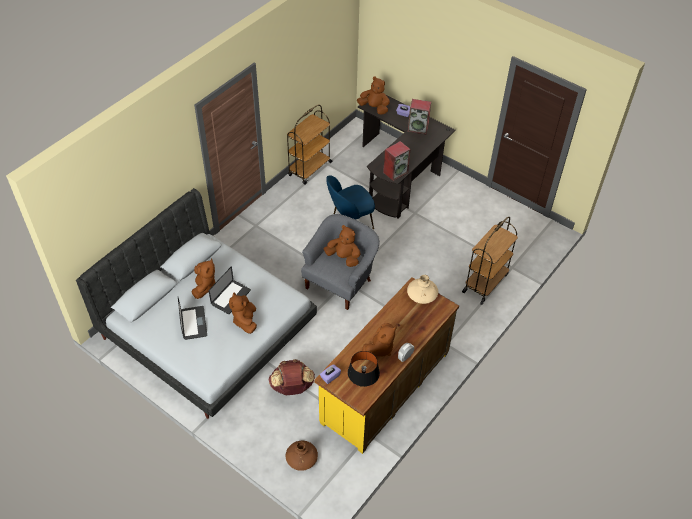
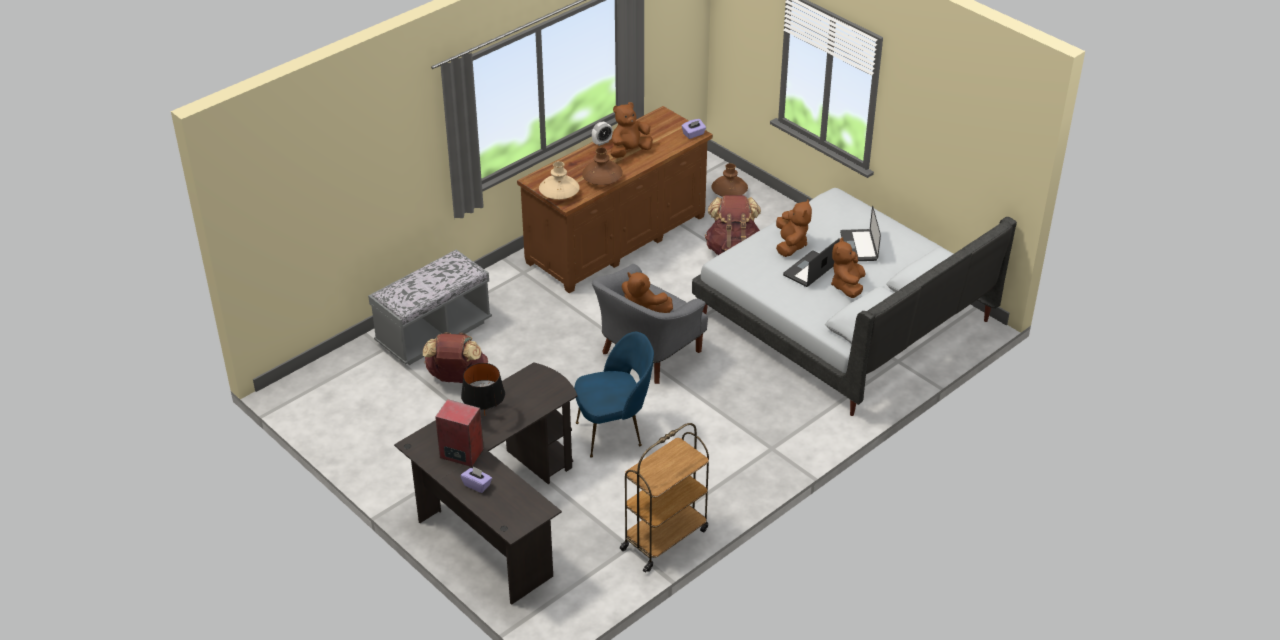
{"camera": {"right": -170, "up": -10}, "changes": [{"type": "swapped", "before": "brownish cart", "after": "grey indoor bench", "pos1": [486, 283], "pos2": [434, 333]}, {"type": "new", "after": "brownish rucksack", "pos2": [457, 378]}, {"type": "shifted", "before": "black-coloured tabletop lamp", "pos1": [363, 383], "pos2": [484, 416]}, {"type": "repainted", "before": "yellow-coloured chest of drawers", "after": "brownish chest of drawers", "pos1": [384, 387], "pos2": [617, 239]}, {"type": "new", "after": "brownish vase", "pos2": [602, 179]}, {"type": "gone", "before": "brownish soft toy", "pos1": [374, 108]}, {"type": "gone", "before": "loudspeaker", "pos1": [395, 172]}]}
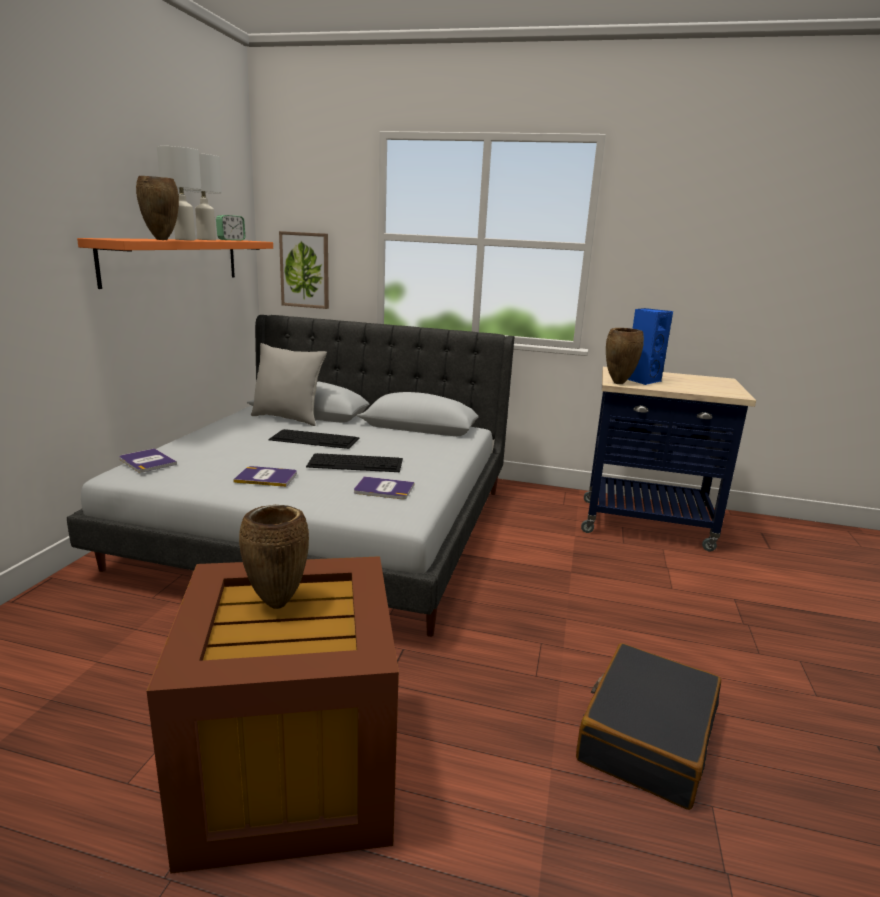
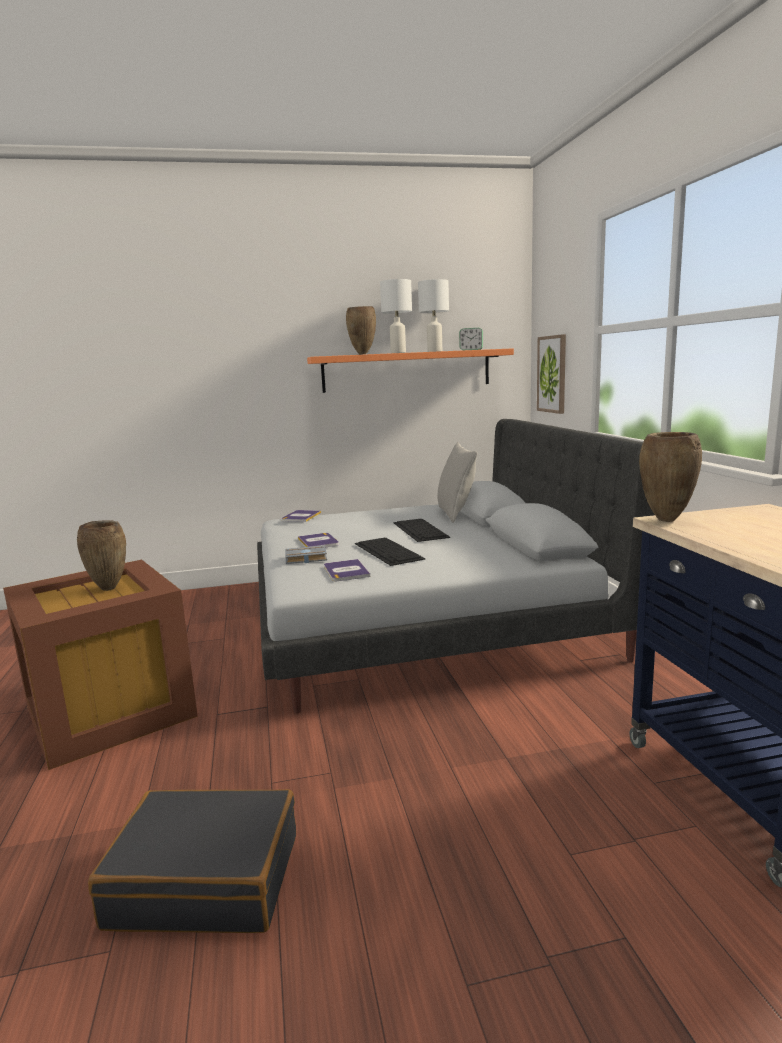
{"camera": {"right": 65, "up": -5}, "changes": [{"type": "new", "after": "grey book", "pos2": [305, 559]}, {"type": "gone", "before": "blue-coloured loudspeaker", "pos1": [642, 380]}]}
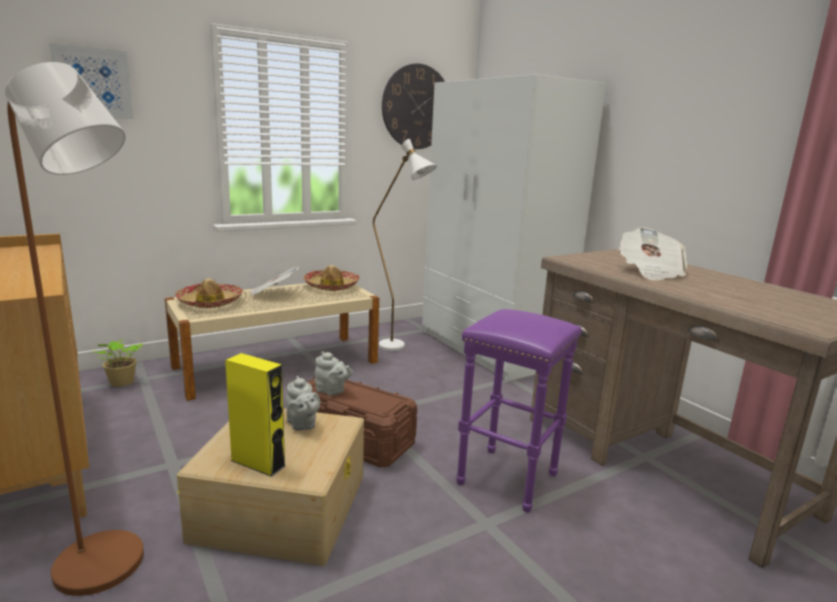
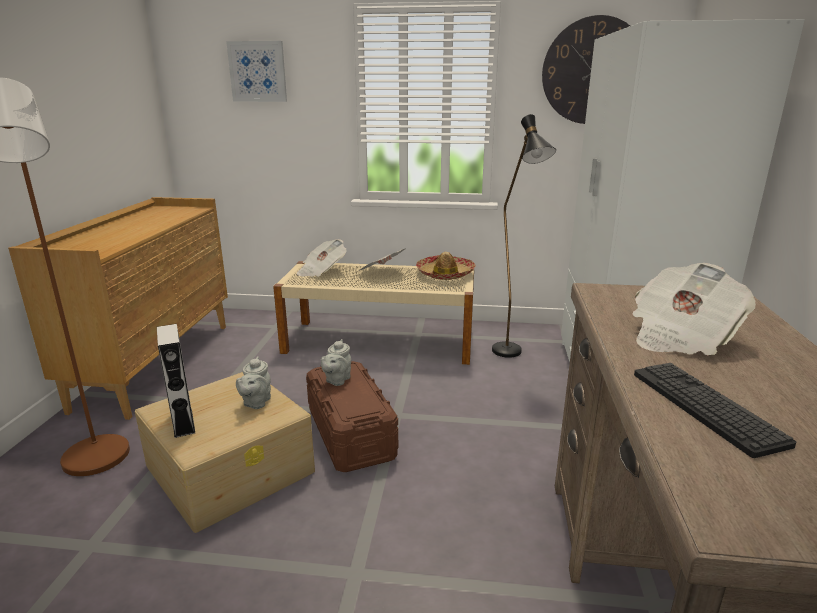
{"camera": {"right": 40, "up": 5}, "changes": [{"type": "repainted", "before": "yellow-coloured loudspeaker", "after": "grey loudspeaker", "pos1": [258, 463], "pos2": [183, 422]}, {"type": "swapped", "before": "clothing hat", "after": "printed paper", "pos1": [210, 302], "pos2": [321, 271]}, {"type": "rotated", "before": "grey pot for tea", "pos1": [332, 391], "pos2": [337, 380], "turn": 45}, {"type": "repainted", "before": "white-coloured standing lamp", "after": "black-coloured standing lamp", "pos1": [399, 348], "pos2": [511, 355]}, {"type": "new", "after": "keyboard", "pos2": [705, 407]}, {"type": "gone", "before": "houseplant", "pos1": [121, 383]}, {"type": "gone", "before": "purplish stool", "pos1": [505, 478]}]}
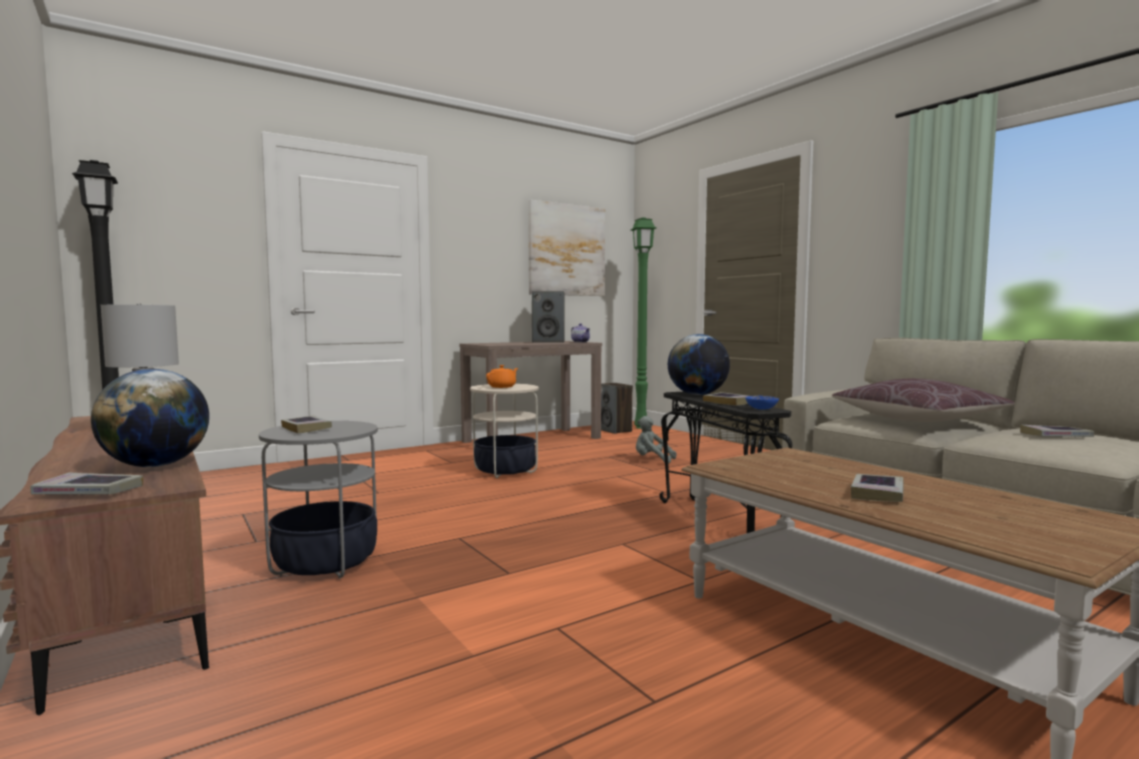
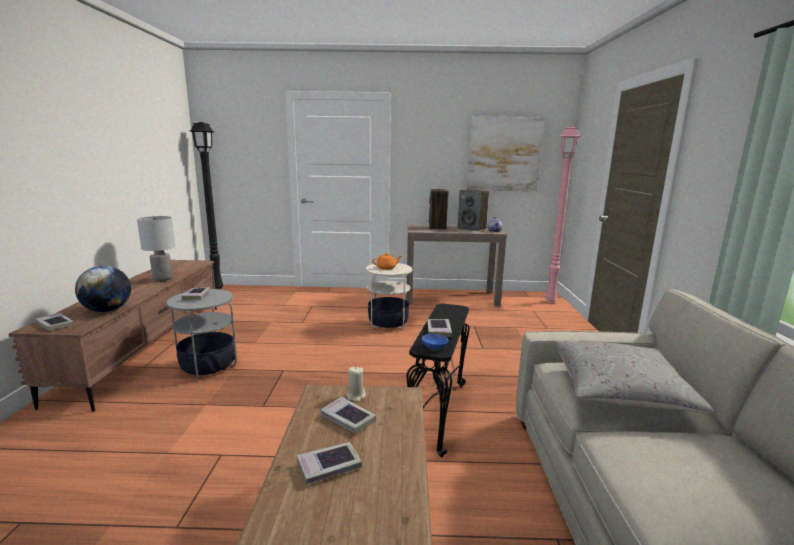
{"camera": {"right": 35, "up": 10}, "changes": [{"type": "shifted", "before": "book", "pos1": [1055, 436], "pos2": [347, 419]}, {"type": "new", "after": "sand-coloured wax light", "pos2": [356, 396]}, {"type": "shifted", "before": "loudspeaker", "pos1": [615, 430], "pos2": [437, 227]}, {"type": "repainted", "before": "greenish standing lamp", "after": "pink-coloured standing lamp", "pos1": [640, 427], "pos2": [549, 301]}, {"type": "repainted", "before": "brownish throw pillow", "after": "grey throw pillow", "pos1": [917, 420], "pos2": [618, 390]}, {"type": "gone", "before": "grey soft toy", "pos1": [652, 460]}, {"type": "gone", "before": "desk globe", "pos1": [698, 394]}]}
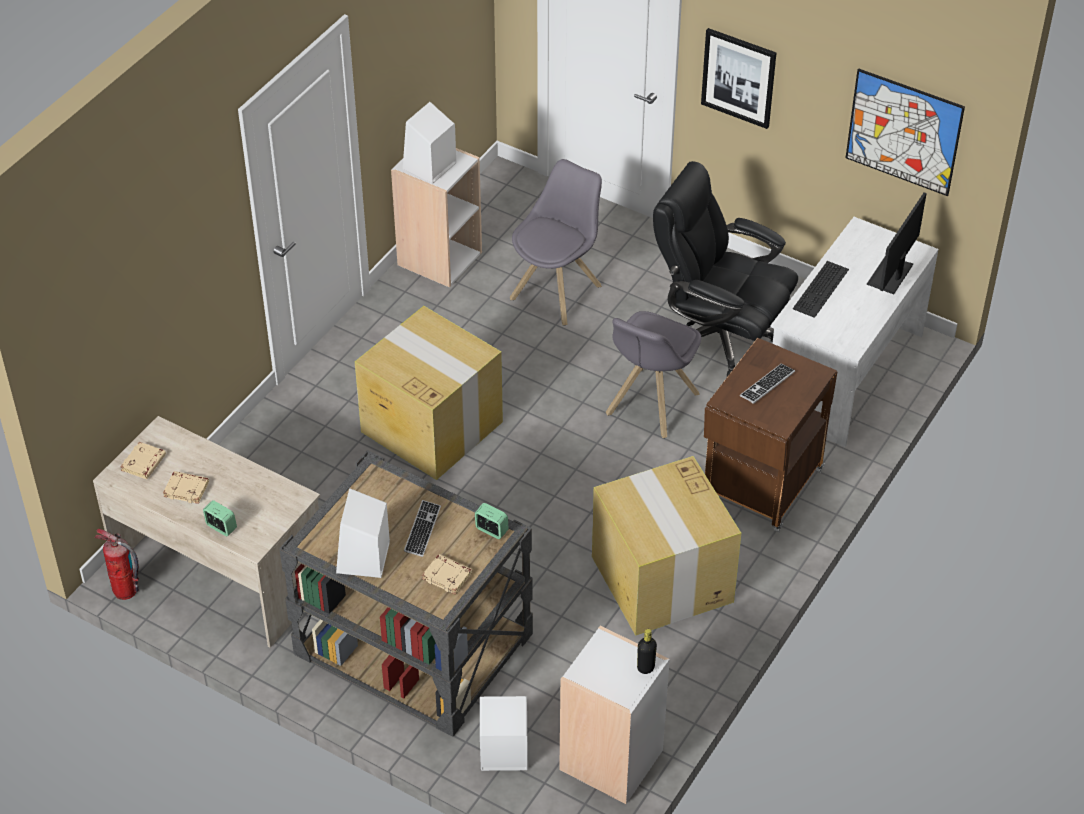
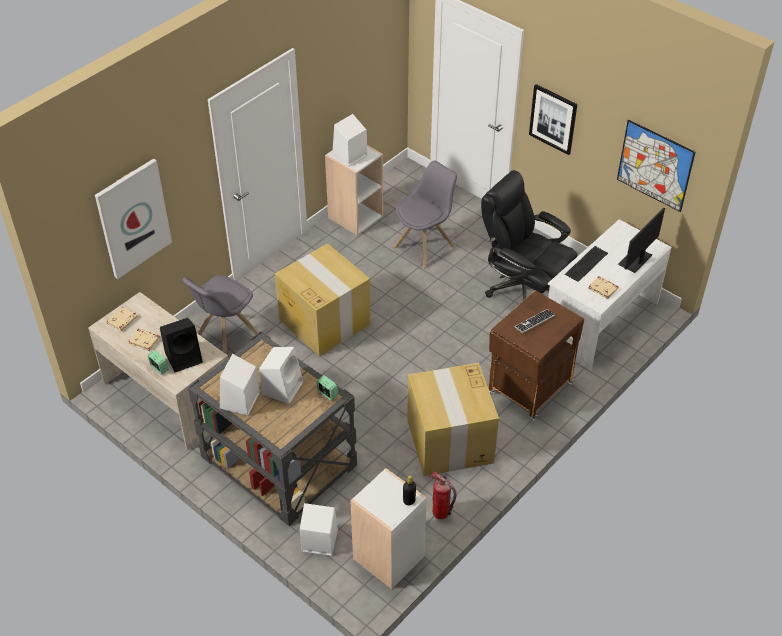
{"camera": {"right": 10, "up": 0}, "changes": [{"type": "new", "after": "wall picture", "pos2": [133, 218]}, {"type": "new", "after": "black-coloured loudspeaker", "pos2": [184, 357]}, {"type": "shifted", "before": "grey plain chair", "pos1": [651, 404], "pos2": [226, 337]}, {"type": "swapped", "before": "keyboard", "after": "white-coloured loudspeaker", "pos1": [422, 529], "pos2": [283, 387]}, {"type": "shifted", "before": "fire extinguisher", "pos1": [125, 591], "pos2": [440, 513]}, {"type": "shifted", "before": "sand-coloured book", "pos1": [448, 576], "pos2": [603, 289]}]}
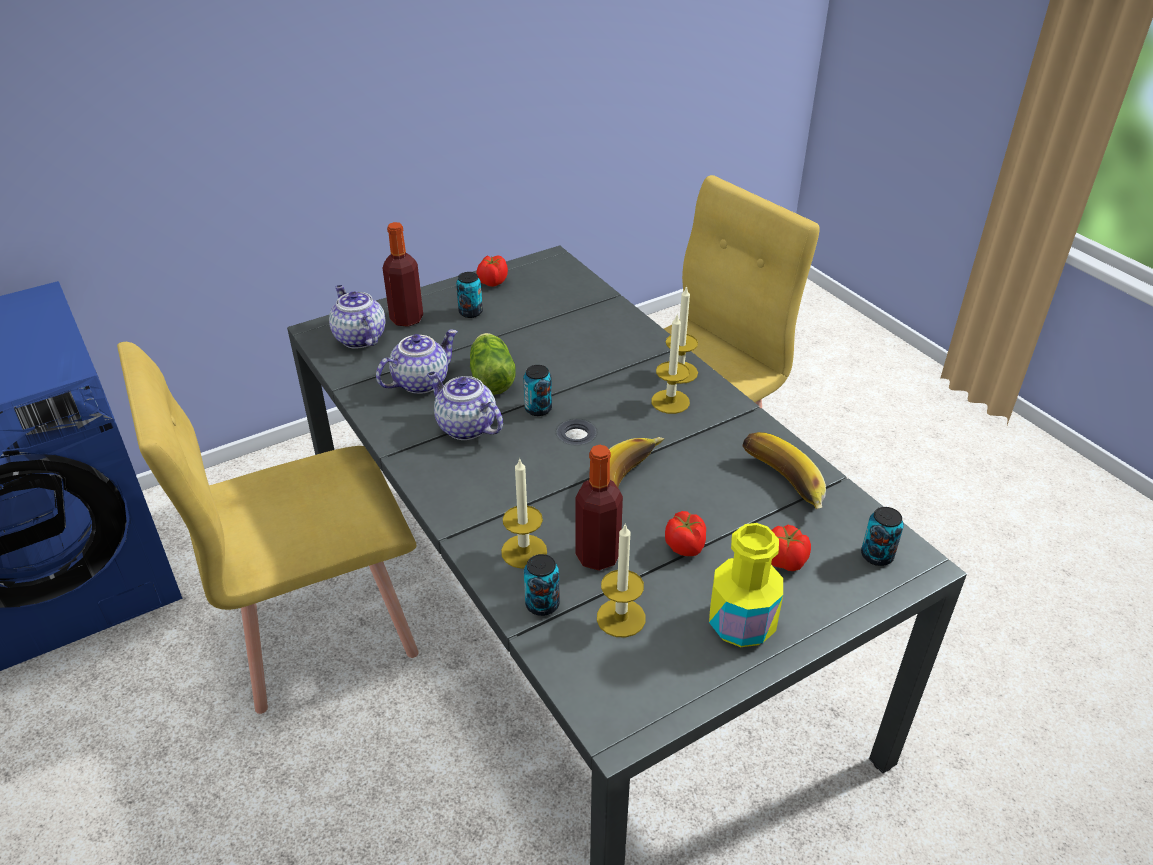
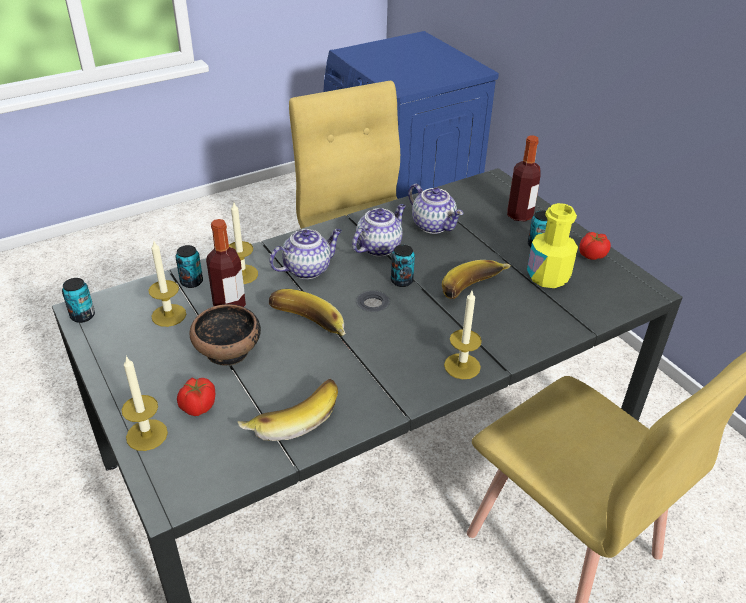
{"camera": {"right": 90, "up": 0}, "changes": [{"type": "shifted", "before": "sealed can", "pos1": [877, 555], "pos2": [83, 316]}, {"type": "shifted", "before": "wax light", "pos1": [670, 401], "pos2": [147, 435]}, {"type": "swapped", "before": "tomato", "after": "serving bowl", "pos1": [685, 546], "pos2": [228, 351]}, {"type": "shifted", "before": "pot for tea", "pos1": [359, 338], "pos2": [308, 269]}, {"type": "new", "after": "whole banana", "pos2": [475, 290]}, {"type": "shifted", "before": "yellow-coloured beverage bottle", "pos1": [741, 624], "pos2": [548, 276]}, {"type": "gone", "before": "lettuce head", "pos1": [491, 376]}]}
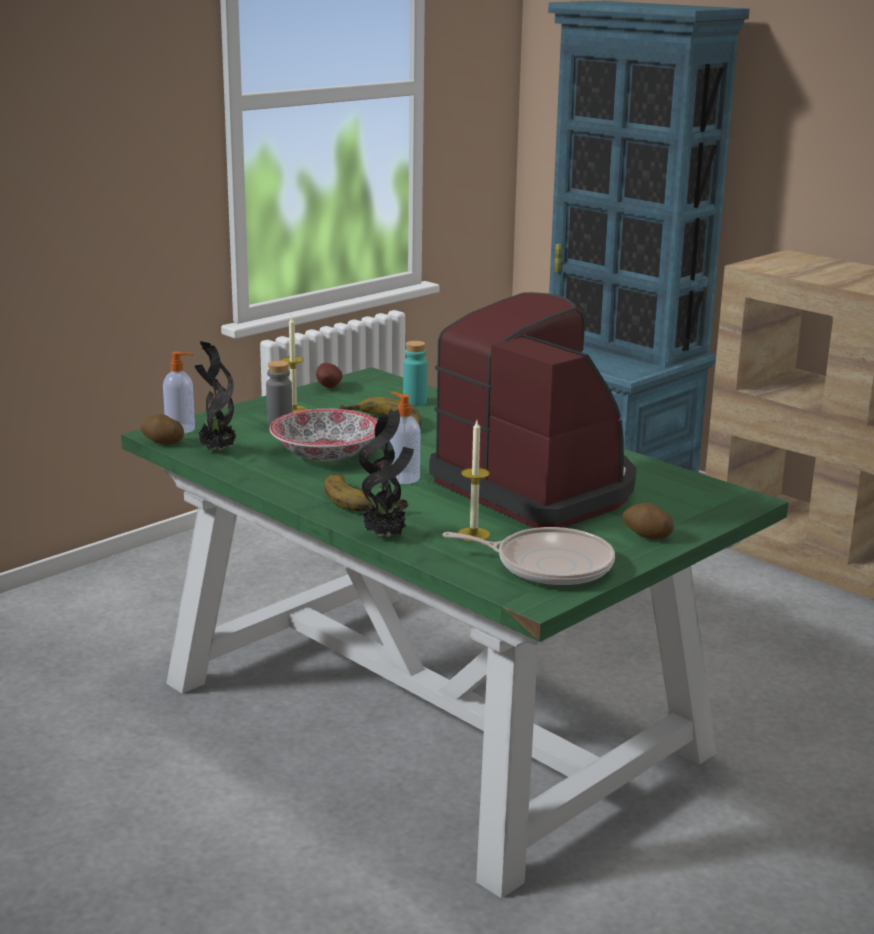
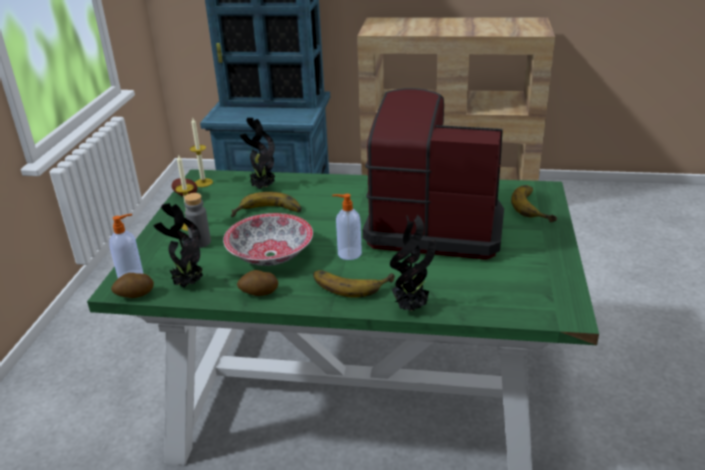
{"camera": {"right": -35, "up": 10}, "changes": [{"type": "shifted", "before": "wax light", "pos1": [473, 534], "pos2": [203, 182]}, {"type": "shifted", "before": "potato", "pos1": [646, 535], "pos2": [259, 293]}, {"type": "swapped", "before": "turquoise beverage bottle", "after": "houseplant", "pos1": [415, 402], "pos2": [262, 188]}, {"type": "new", "after": "whole banana", "pos2": [536, 207]}, {"type": "gone", "before": "skillet", "pos1": [548, 565]}]}
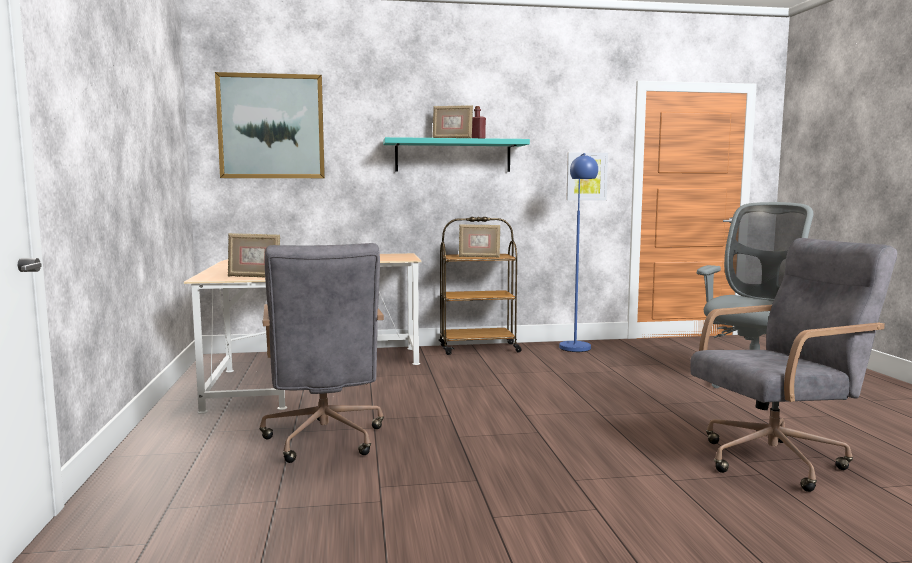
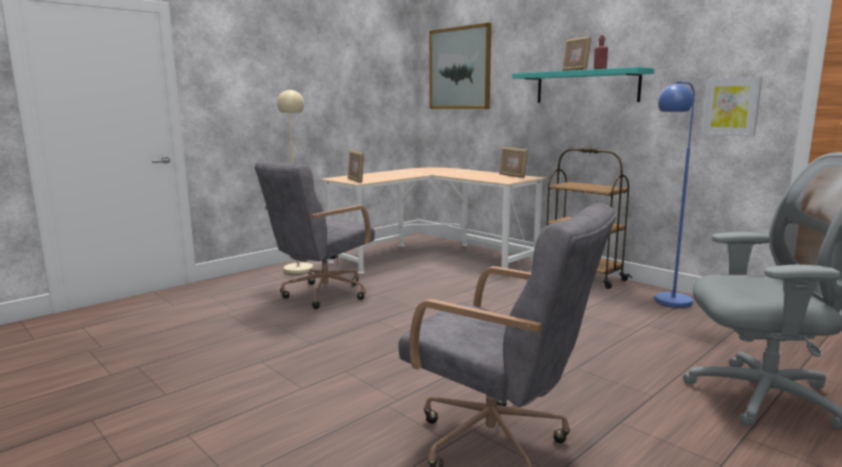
{"camera": {"right": 55, "up": 5}, "changes": [{"type": "new", "after": "sand-coloured standing lamp", "pos2": [299, 272]}, {"type": "shifted", "before": "photo frame", "pos1": [479, 257], "pos2": [512, 176]}]}
